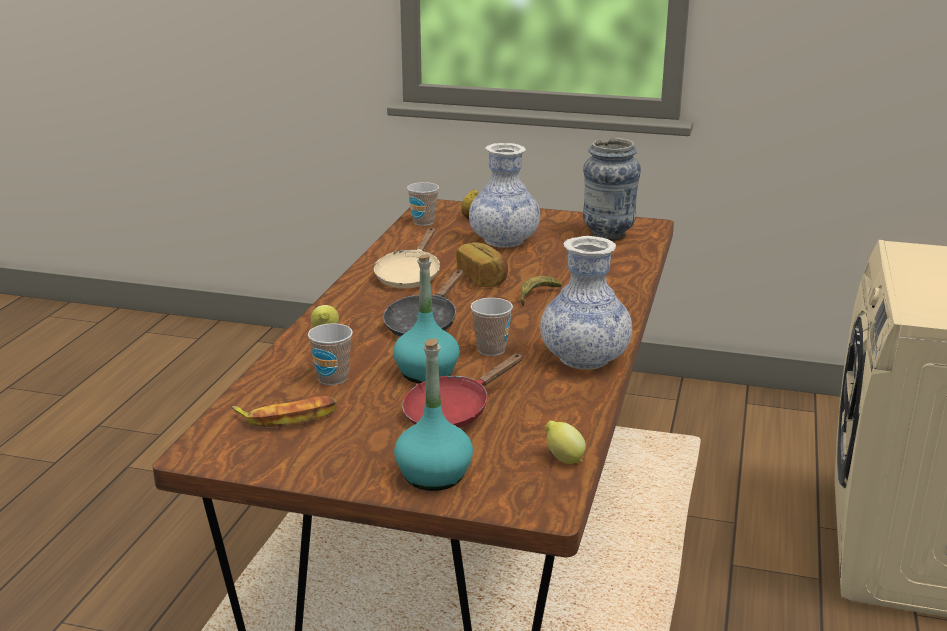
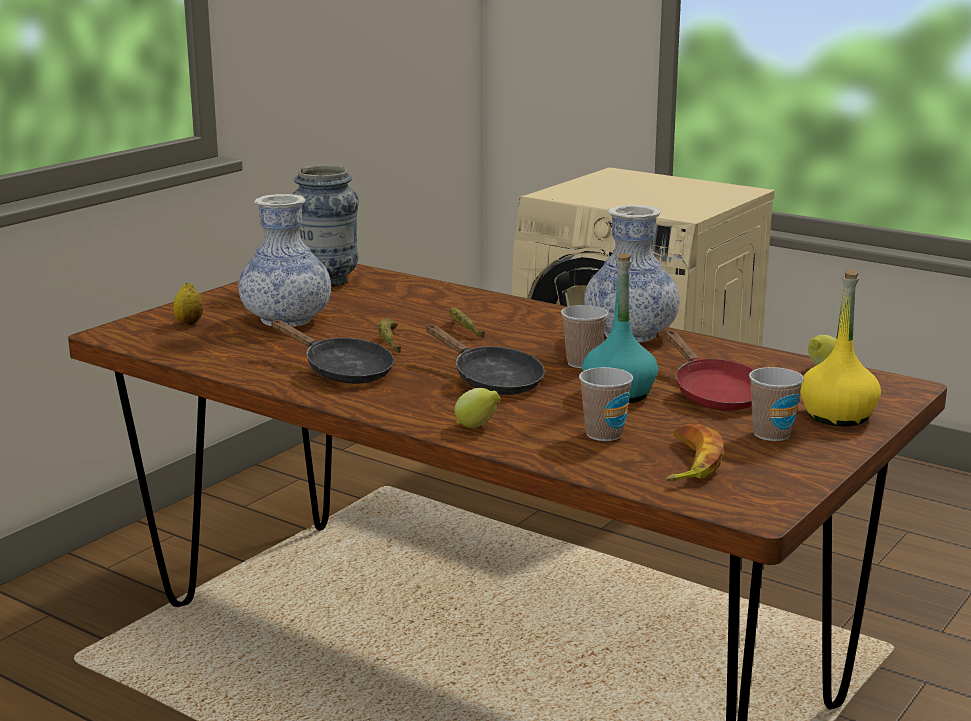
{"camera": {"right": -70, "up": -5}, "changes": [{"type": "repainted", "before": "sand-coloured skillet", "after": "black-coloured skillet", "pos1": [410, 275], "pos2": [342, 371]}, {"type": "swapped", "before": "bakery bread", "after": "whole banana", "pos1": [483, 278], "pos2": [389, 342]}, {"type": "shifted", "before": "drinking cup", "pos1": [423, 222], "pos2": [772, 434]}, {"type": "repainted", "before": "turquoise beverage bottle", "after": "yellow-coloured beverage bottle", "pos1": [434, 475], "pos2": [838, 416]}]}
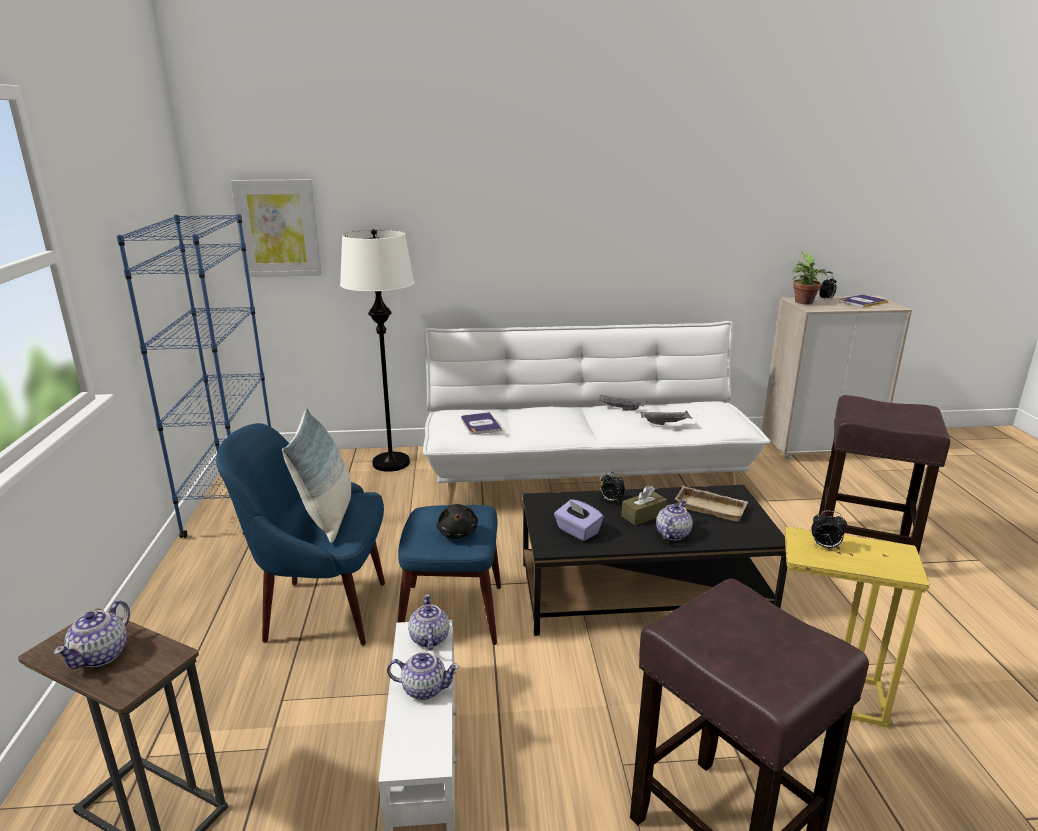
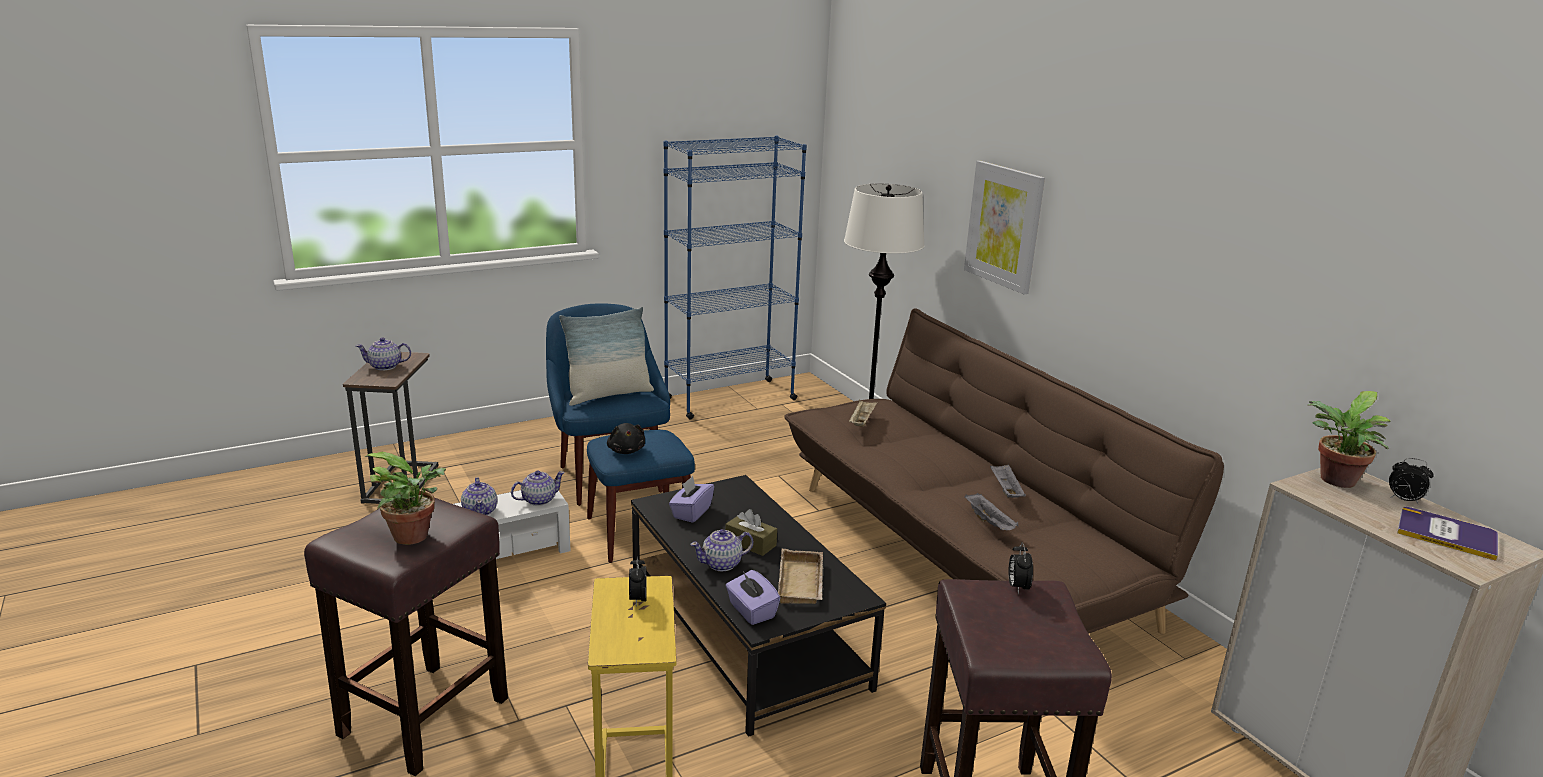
{"camera": {"right": 65, "up": 0}, "changes": [{"type": "new", "after": "houseplant", "pos2": [416, 536]}, {"type": "rotated", "before": "black-coloured soft toy", "pos1": [457, 533], "pos2": [626, 450], "turn": -75}, {"type": "rotated", "before": "pot for tea", "pos1": [672, 534], "pos2": [722, 564], "turn": 150}, {"type": "new", "after": "purplish box of tissues", "pos2": [751, 611]}, {"type": "repainted", "before": "white-coloured couch", "after": "brownish couch", "pos1": [583, 474], "pos2": [967, 553]}, {"type": "swapped", "before": "book", "after": "sand-coloured tray", "pos1": [480, 424], "pos2": [861, 421]}, {"type": "shifted", "before": "wall picture", "pos1": [278, 228], "pos2": [1004, 226]}, {"type": "shifted", "before": "table clock", "pos1": [611, 500], "pos2": [1017, 587]}]}
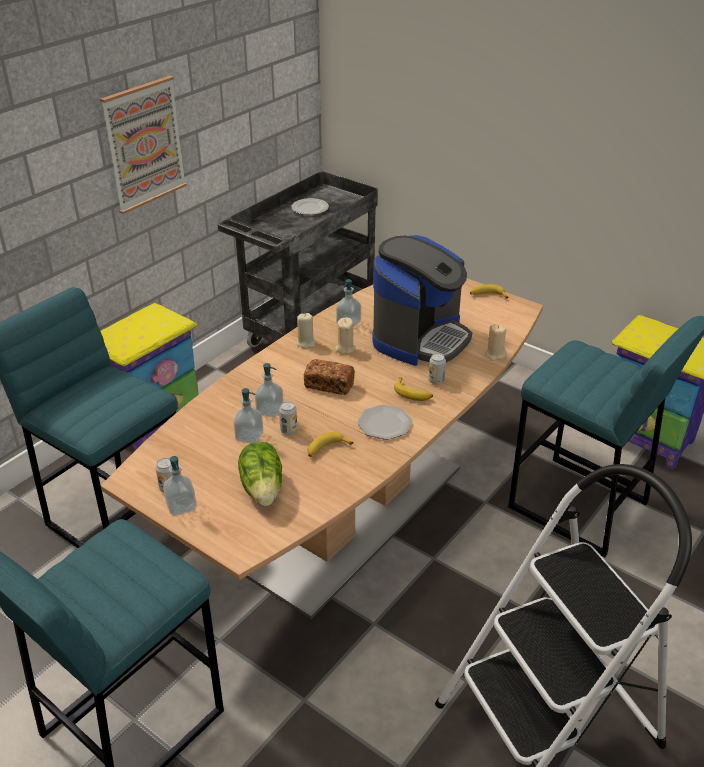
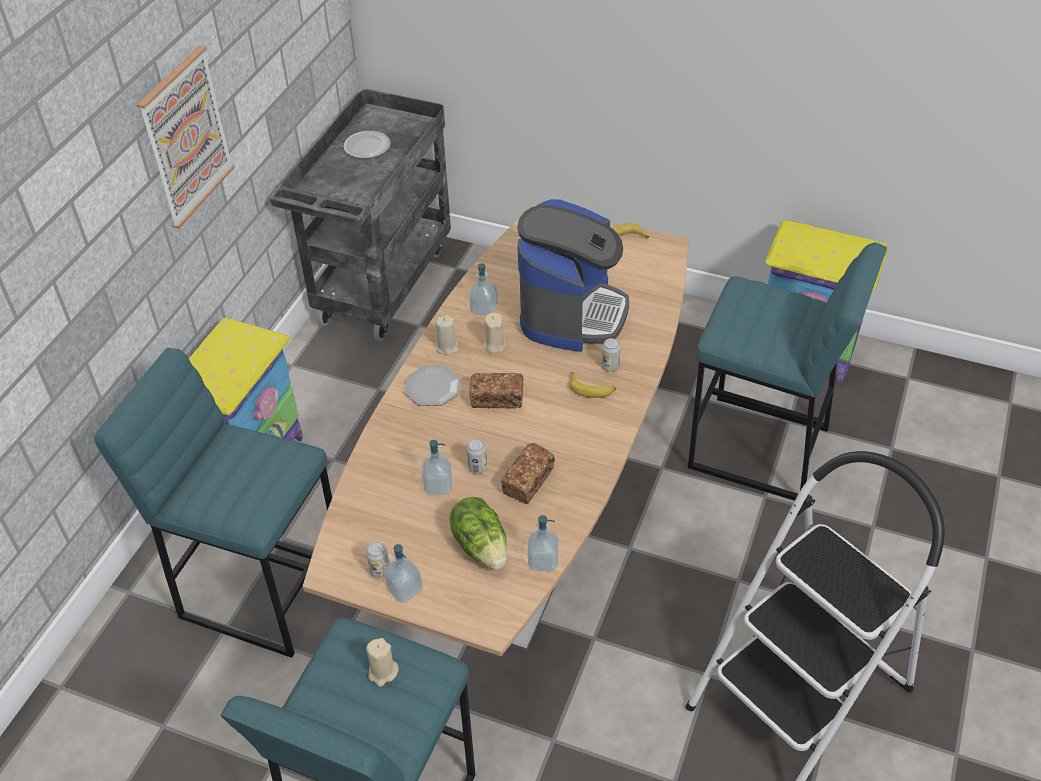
{"camera": {"right": -15, "up": 10}, "changes": [{"type": "shifted", "before": "sand-coloured wax light", "pos1": [494, 355], "pos2": [383, 672]}, {"type": "shifted", "before": "flat dish", "pos1": [385, 424], "pos2": [433, 388]}, {"type": "swapped", "before": "whole banana", "after": "bakery bread", "pos1": [326, 449], "pos2": [528, 481]}, {"type": "shifted", "before": "soap dispenser", "pos1": [270, 410], "pos2": [543, 561]}]}
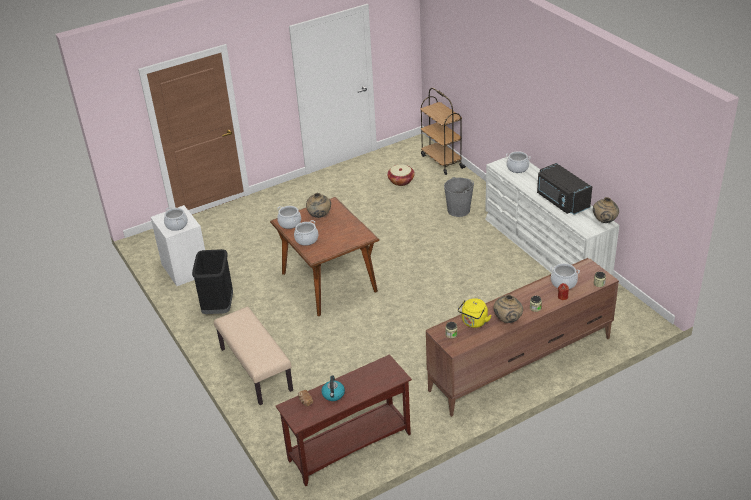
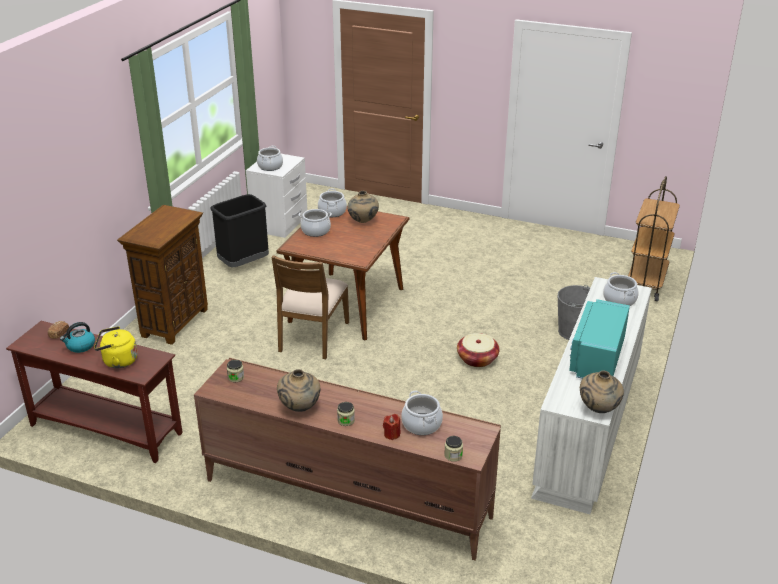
{"camera": {"right": 50, "up": -5}, "changes": [{"type": "shifted", "before": "yellow-coloured kettle", "pos1": [474, 322], "pos2": [118, 361]}, {"type": "swapped", "before": "sand-coloured indoor bench", "after": "brownish storage cabinet", "pos1": [255, 369], "pos2": [175, 322]}, {"type": "new", "after": "brownish plain chair", "pos2": [312, 336]}, {"type": "shifted", "before": "storage basket", "pos1": [401, 181], "pos2": [477, 359]}, {"type": "repainted", "before": "black-coloured kitchen microwave", "after": "turquoise kitchen microwave", "pos1": [561, 201], "pos2": [596, 358]}]}
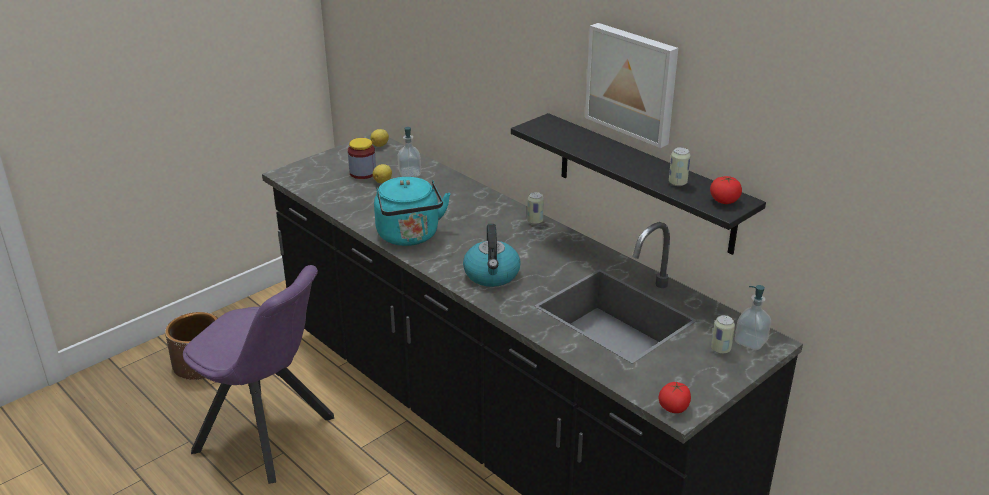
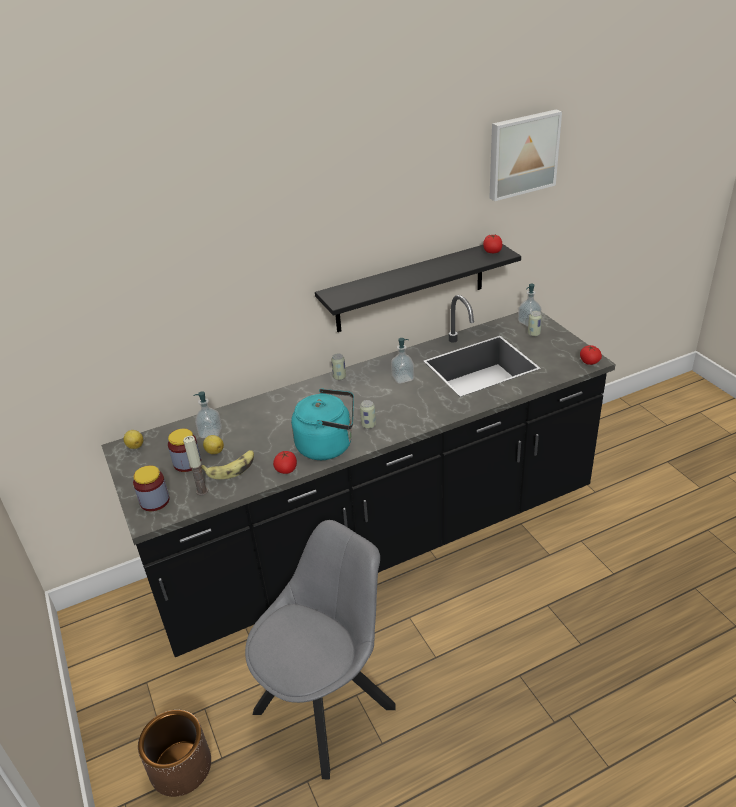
{"camera": {"right": -70, "up": 5}, "changes": [{"type": "new", "after": "jar", "pos2": [154, 501]}, {"type": "new", "after": "wax light", "pos2": [202, 491]}, {"type": "new", "after": "whole banana", "pos2": [231, 468]}, {"type": "repainted", "before": "purplish plain chair", "after": "grey plain chair", "pos1": [267, 435], "pos2": [327, 706]}, {"type": "new", "after": "tomato", "pos2": [286, 469]}, {"type": "shifted", "before": "sealed can", "pos1": [677, 183], "pos2": [368, 425]}, {"type": "new", "after": "soap dispenser", "pos2": [402, 378]}, {"type": "shifted", "before": "wall picture", "pos1": [633, 83], "pos2": [522, 154]}, {"type": "gone", "before": "kettle", "pos1": [492, 275]}]}
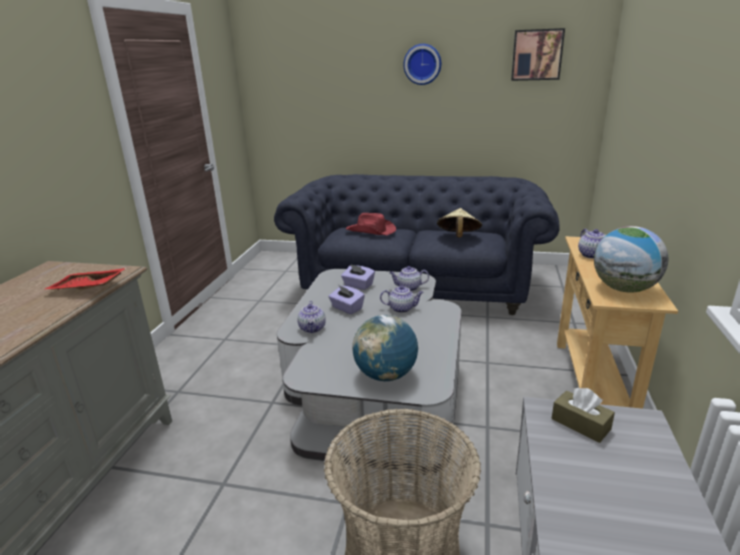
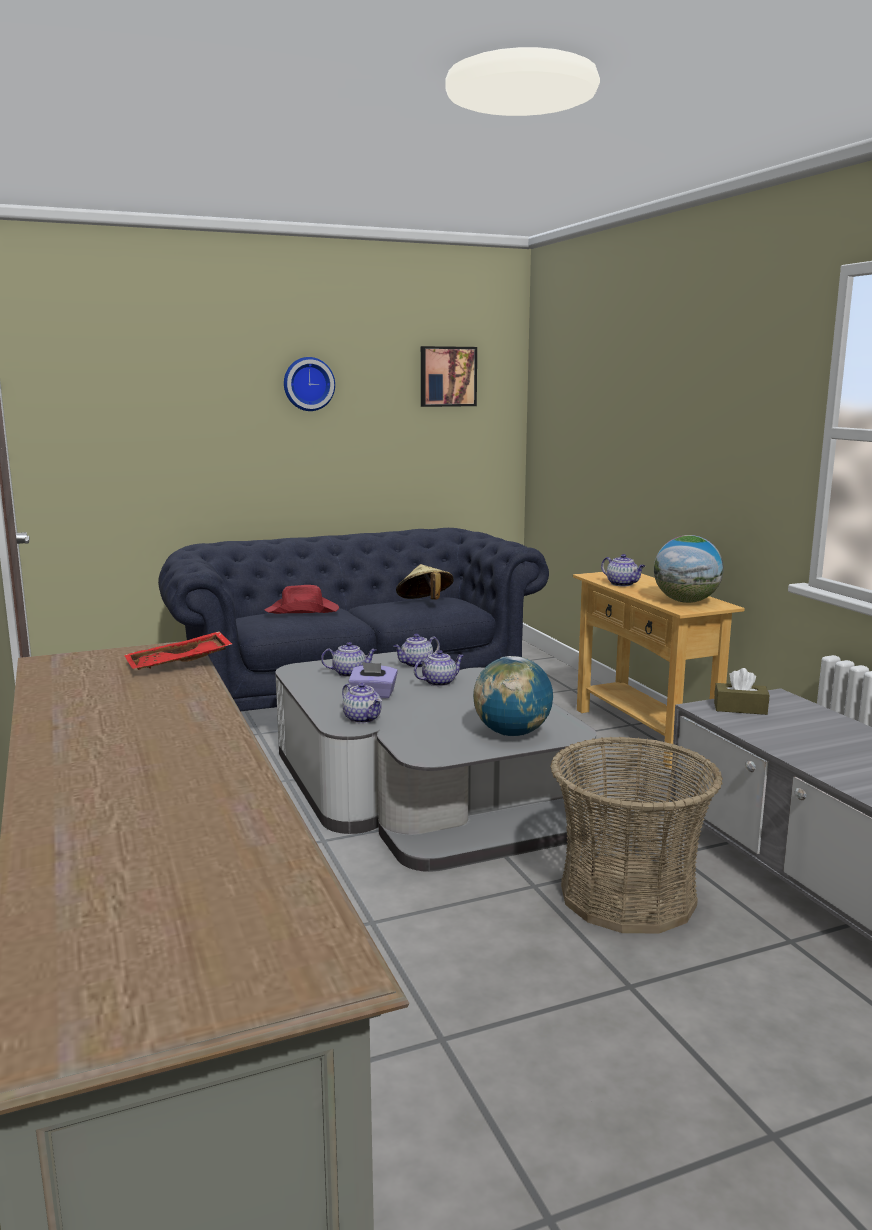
{"camera": {"right": -35, "up": -10}, "changes": [{"type": "swapped", "before": "purplish box of tissues", "after": "pot for tea", "pos1": [358, 285], "pos2": [350, 673]}]}
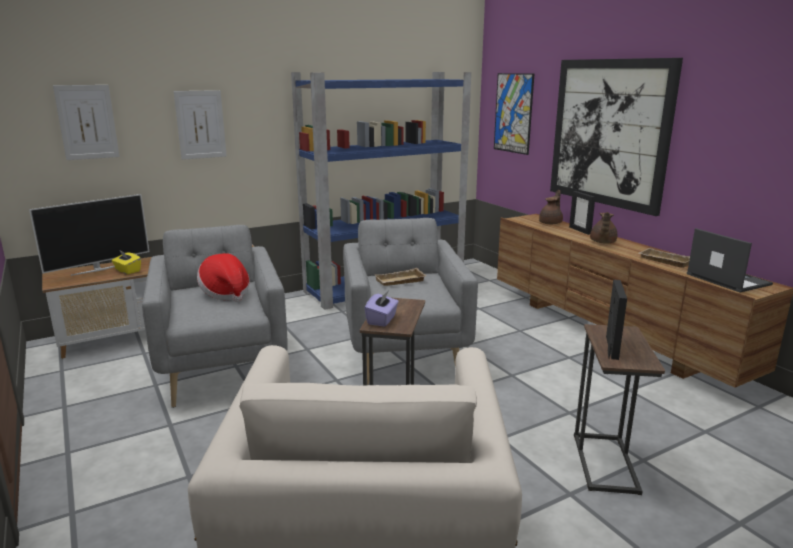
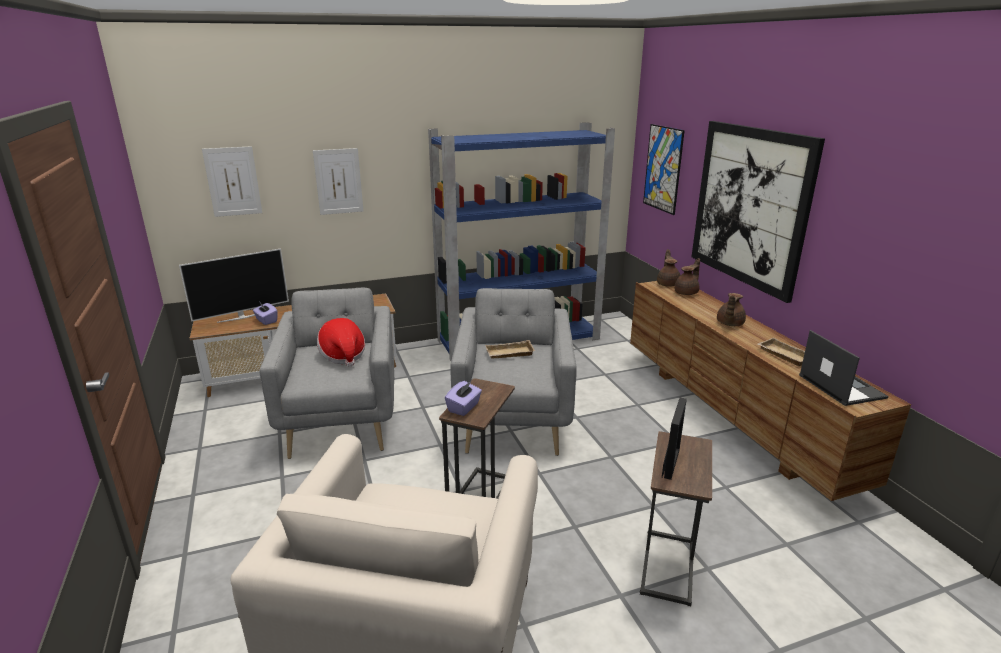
{"camera": {"right": 10, "up": 5}, "changes": [{"type": "repainted", "before": "yellow-coloured box of tissues", "after": "purplish box of tissues", "pos1": [127, 271], "pos2": [266, 320]}, {"type": "new", "after": "brownish pot for tea", "pos2": [668, 284]}, {"type": "gone", "before": "photo frame", "pos1": [580, 230]}]}
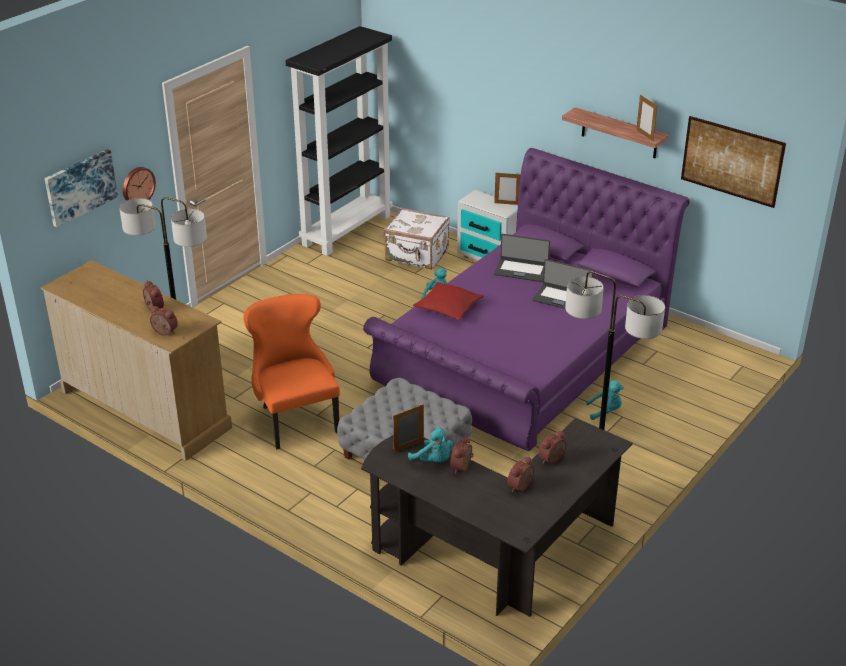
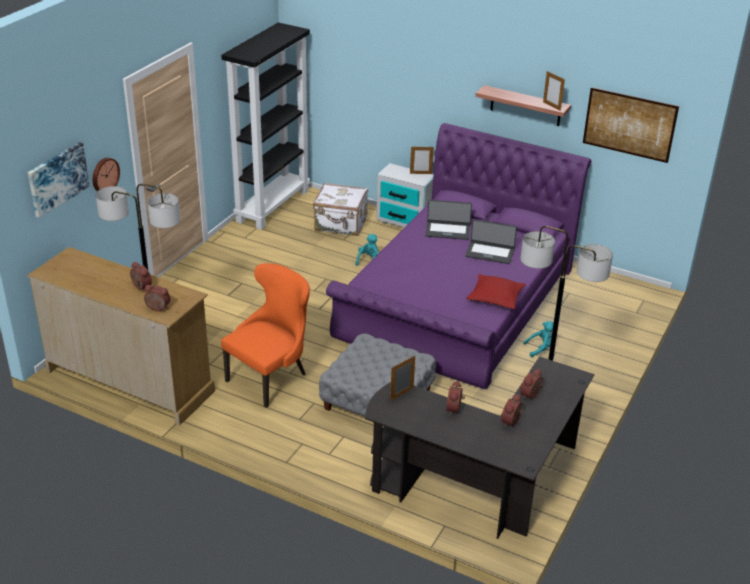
{"camera": {"right": -10, "up": 0}, "changes": [{"type": "rotated", "before": "orangey plain chair", "pos1": [295, 418], "pos2": [271, 378], "turn": 75}, {"type": "shifted", "before": "reddish throw pillow", "pos1": [448, 307], "pos2": [495, 297]}, {"type": "gone", "before": "turquoise soft toy", "pos1": [433, 460]}]}
